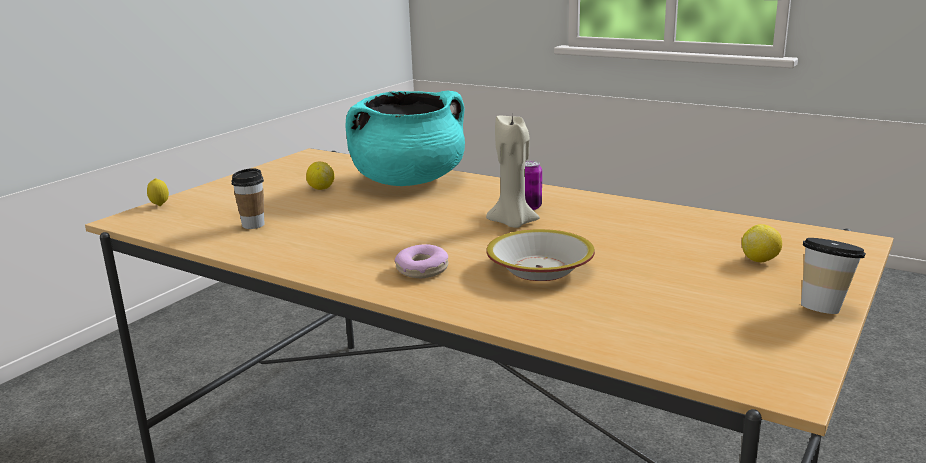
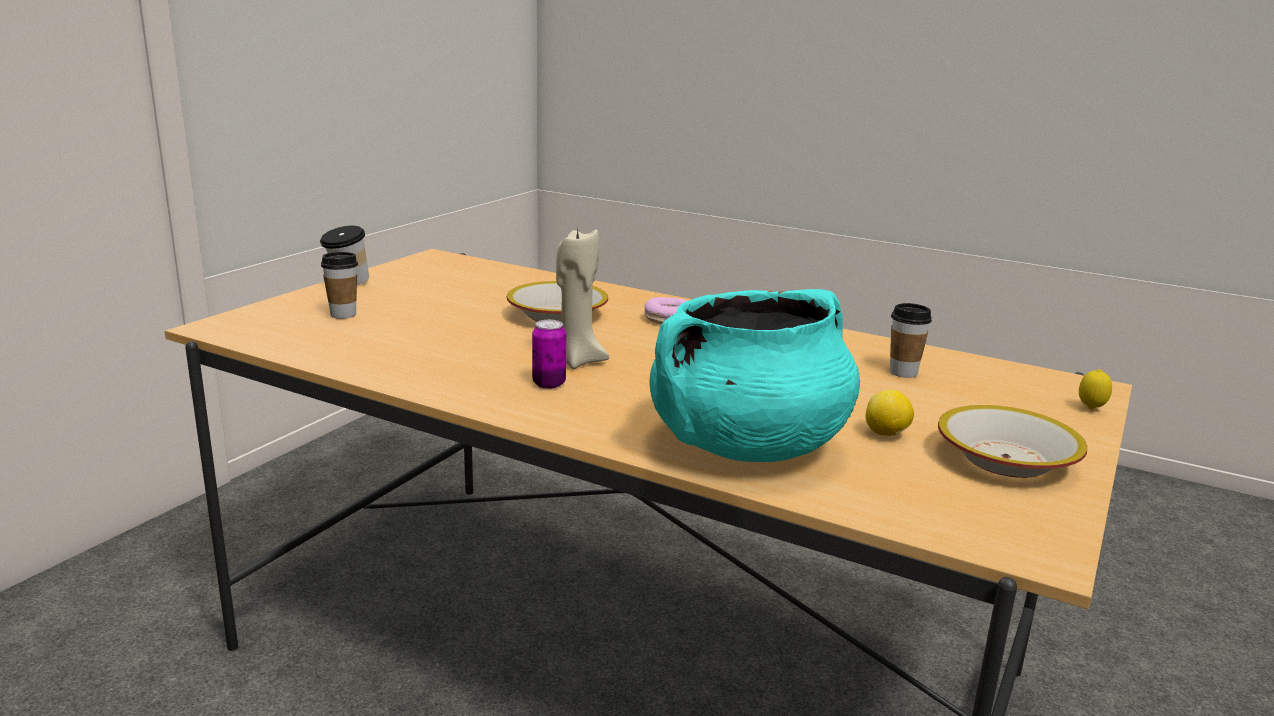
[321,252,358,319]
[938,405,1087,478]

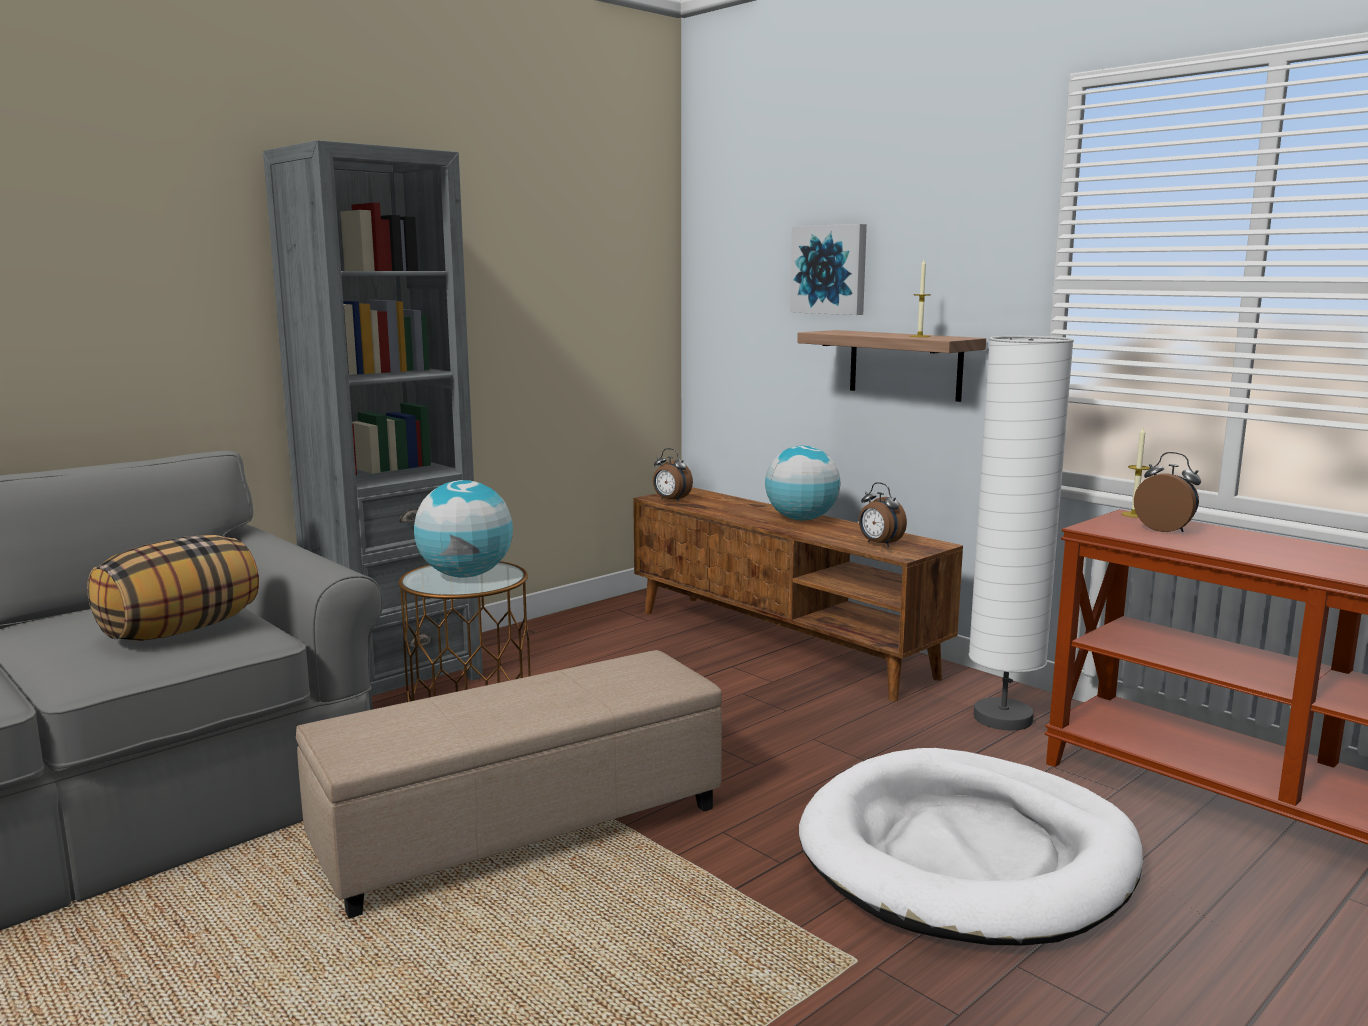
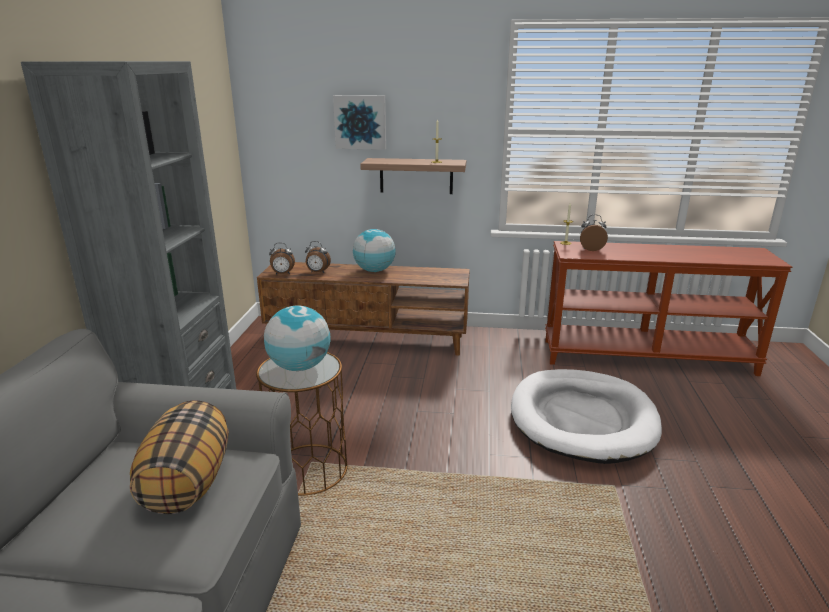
[305,241,331,273]
[296,650,722,919] (first image)
[969,336,1074,731] (first image)

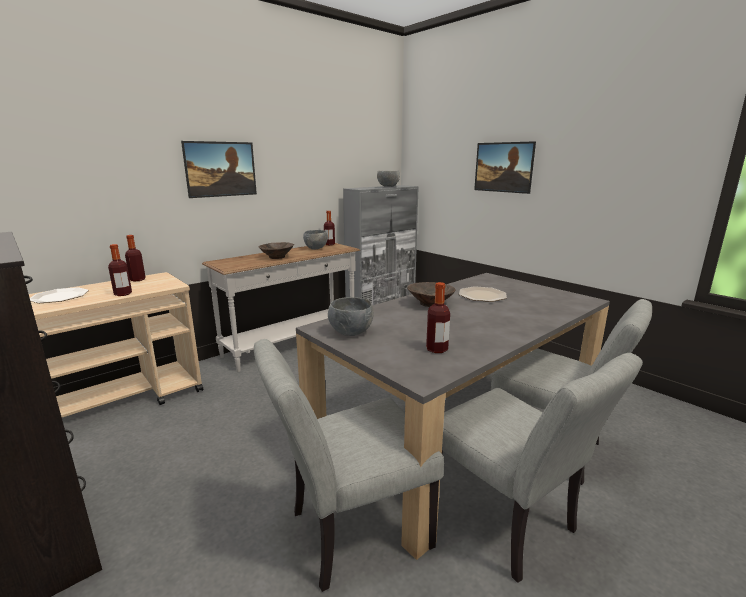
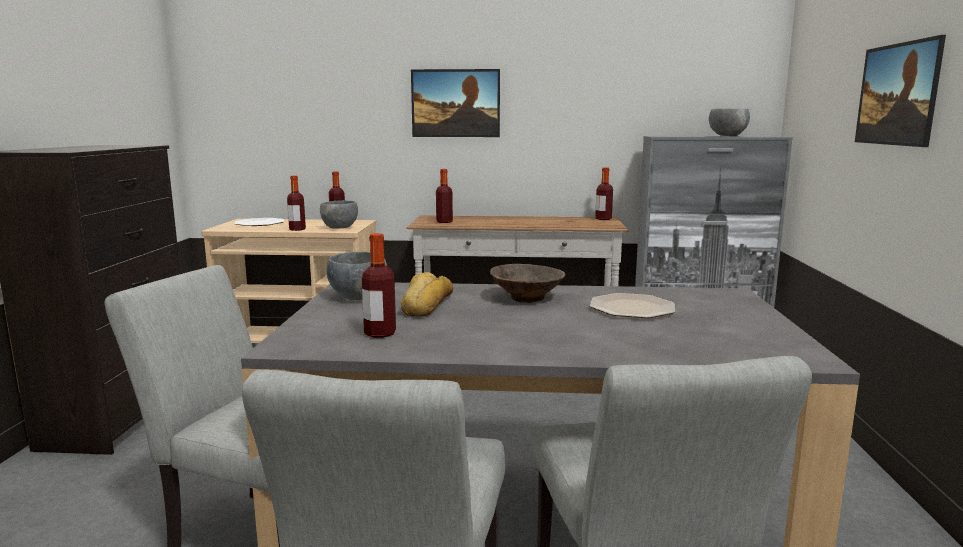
[320,200,358,228]
[401,272,453,317]
[436,169,453,223]
[259,242,294,259] (first image)

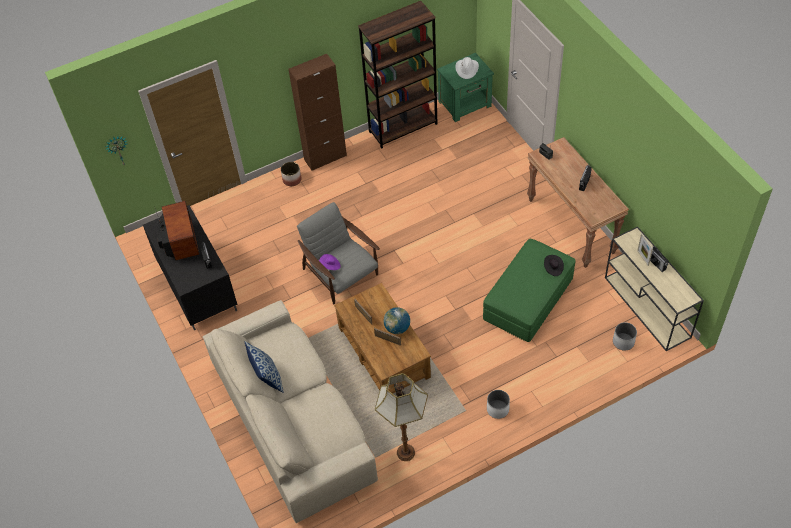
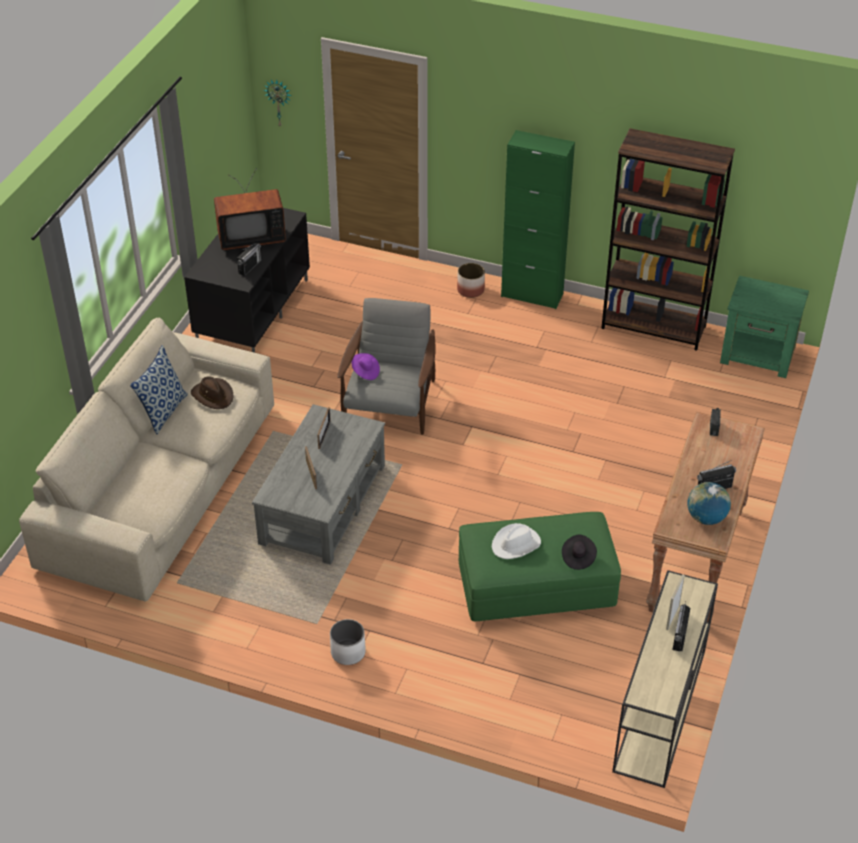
[191,376,234,409]
[214,168,286,250]
[252,404,385,565]
[492,523,541,559]
[501,130,575,309]
[687,482,731,525]
[375,373,428,461] (first image)
[613,322,637,351] (first image)

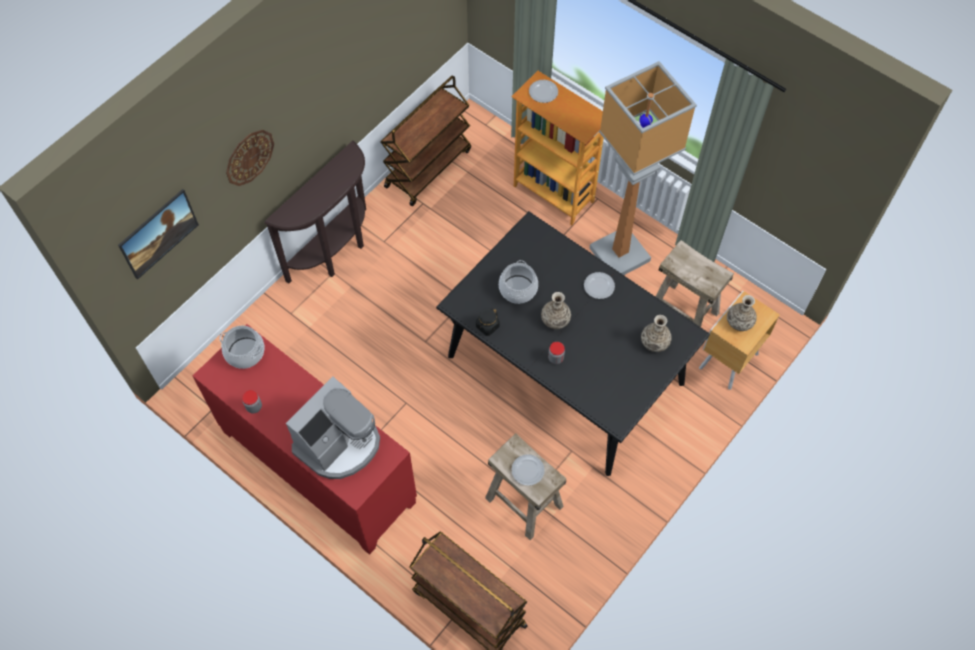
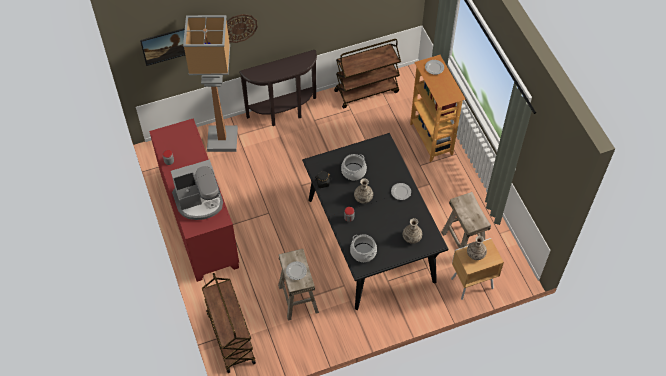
[183,15,238,152]
[350,235,377,262]

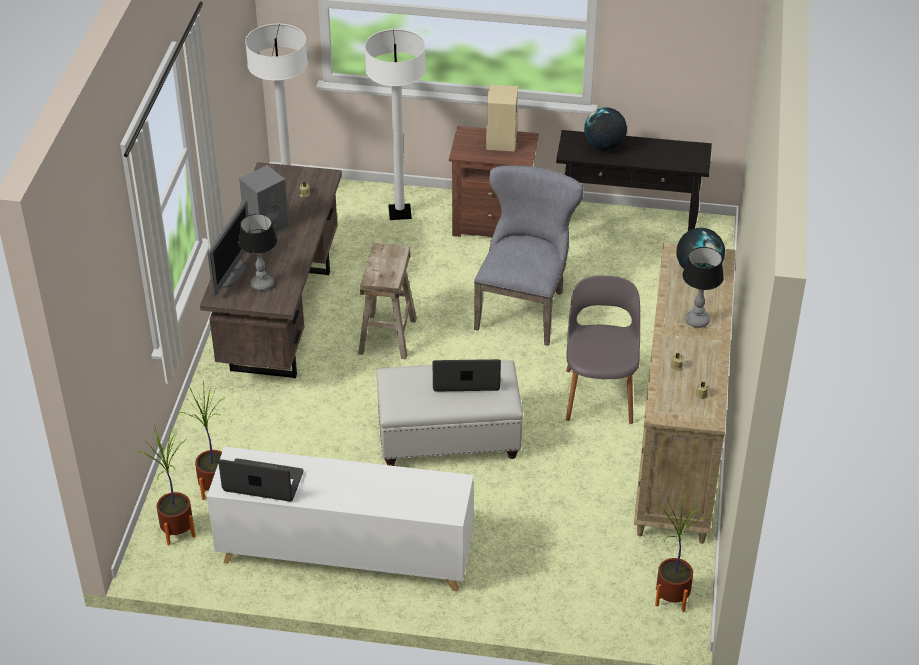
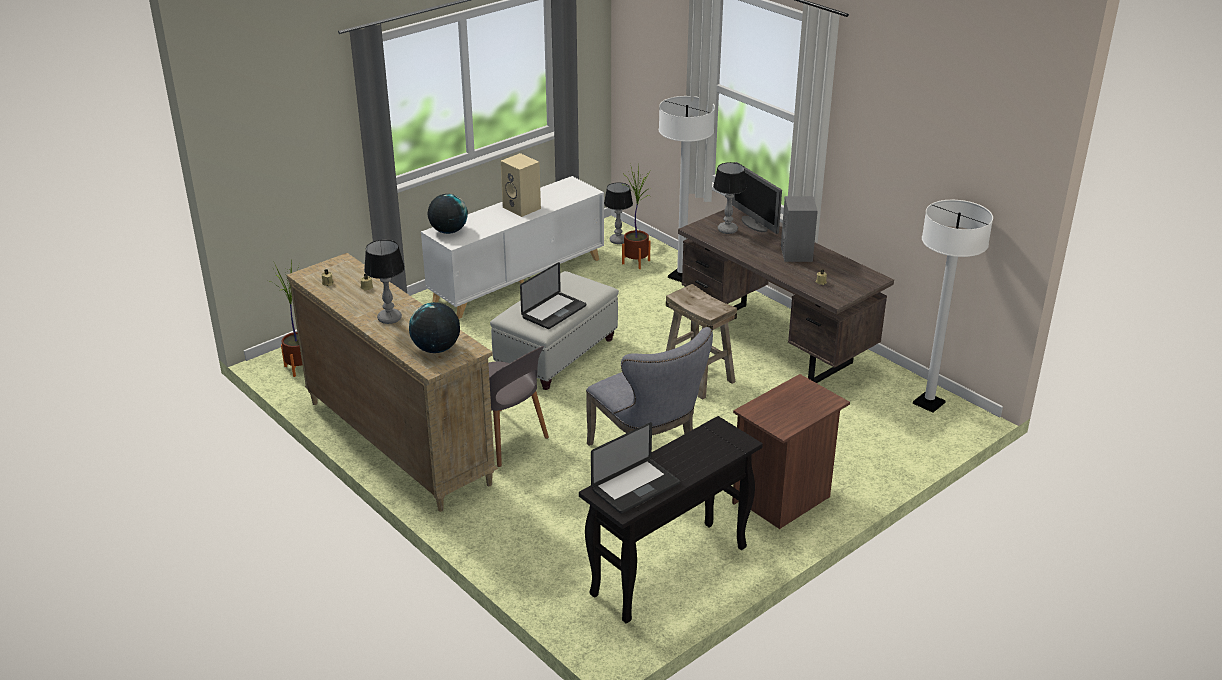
[428,194,468,234]
[500,153,541,217]
[591,422,680,513]
[604,182,633,244]
[659,96,715,282]

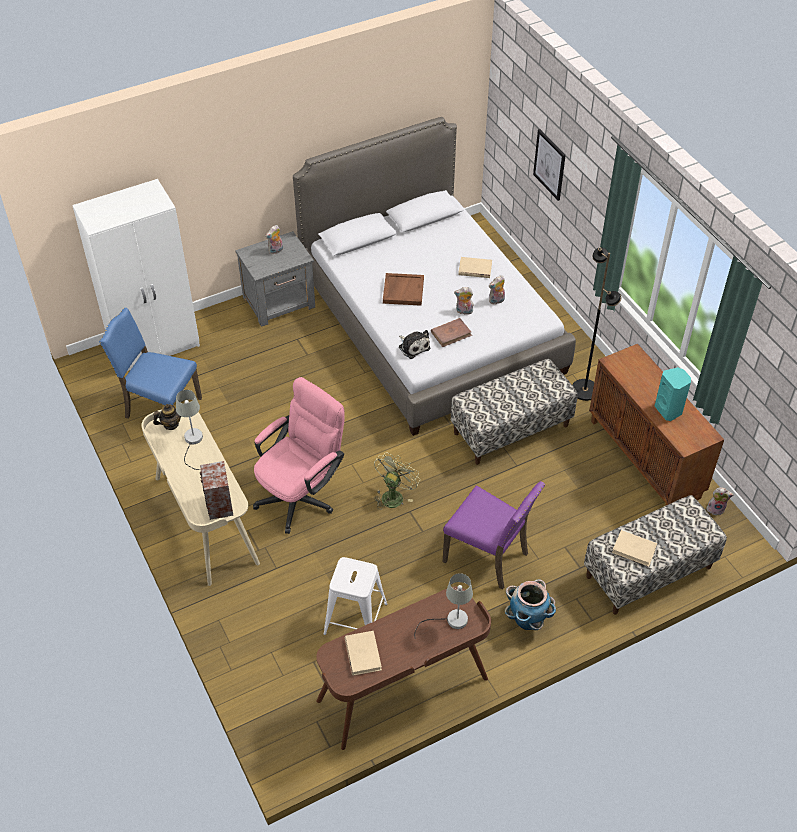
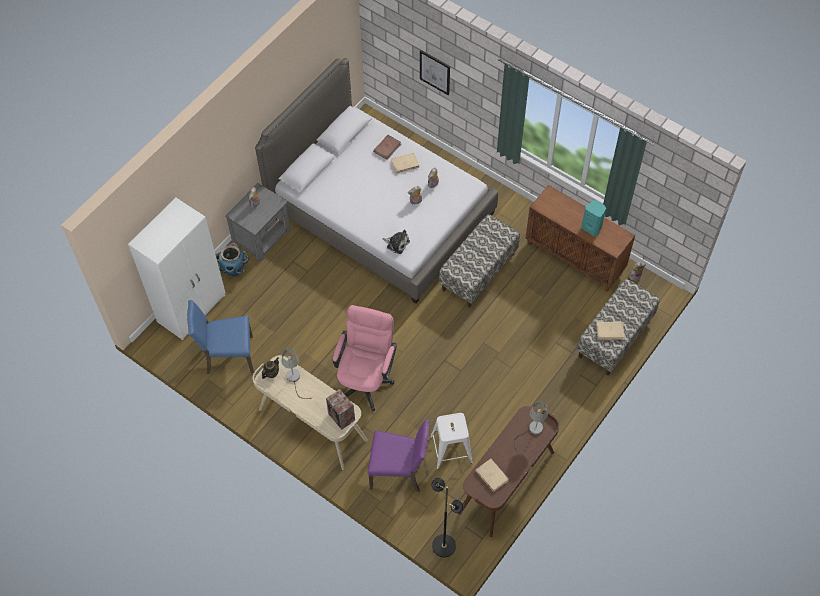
[215,243,249,277]
[368,420,430,492]
[373,135,401,160]
[431,478,464,557]
[374,452,420,510] (first image)
[383,273,424,306] (first image)

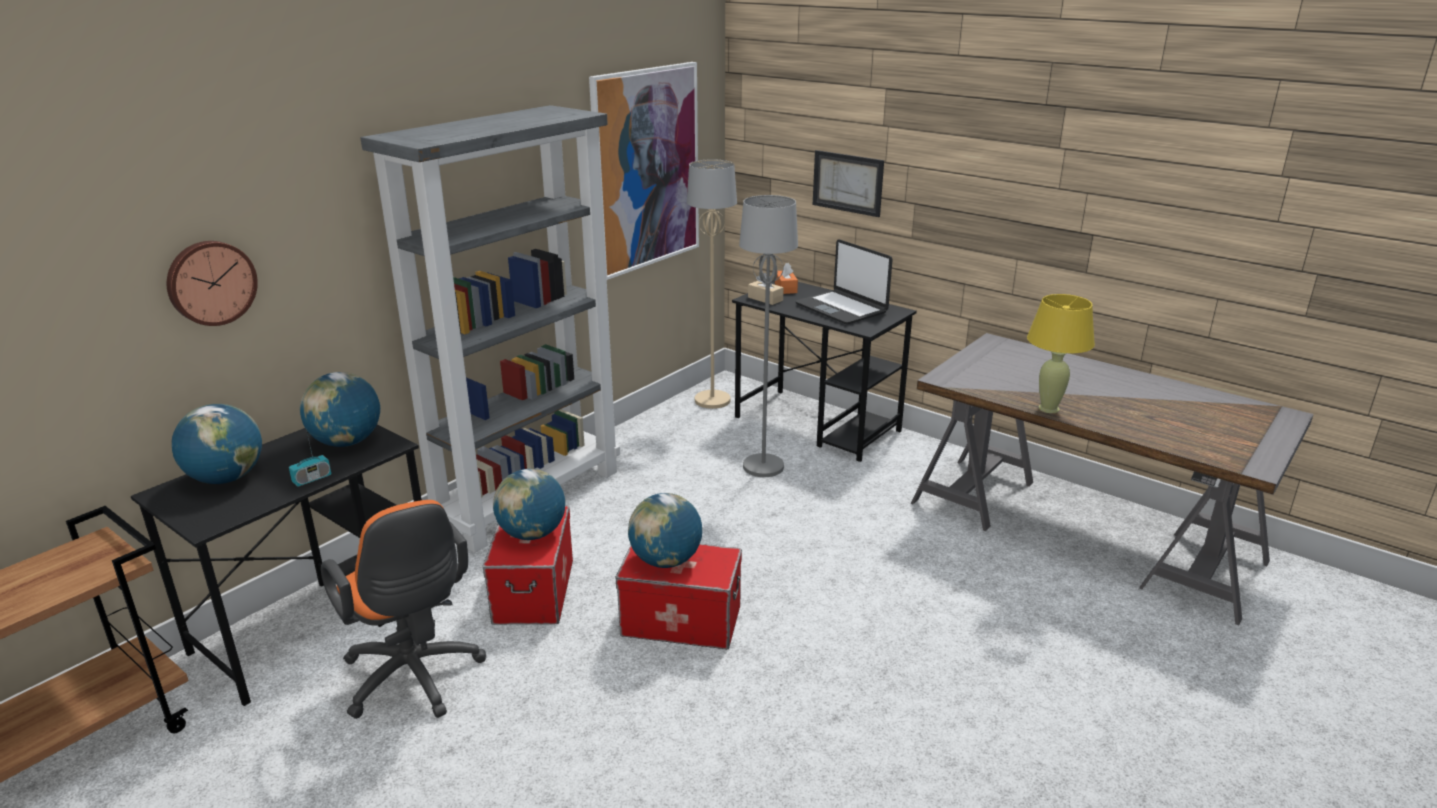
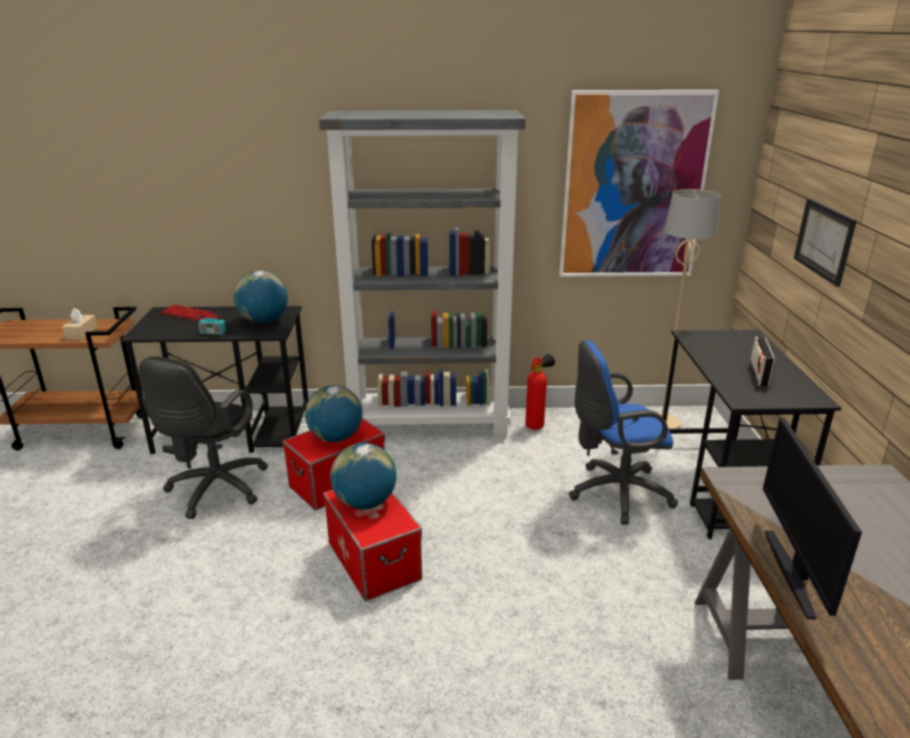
[62,308,98,340]
[139,356,268,519]
[161,304,222,322]
[525,354,555,430]
[569,340,678,525]
[750,336,775,387]
[763,418,862,620]
[167,241,258,326] (first image)
[775,263,798,294] (first image)

